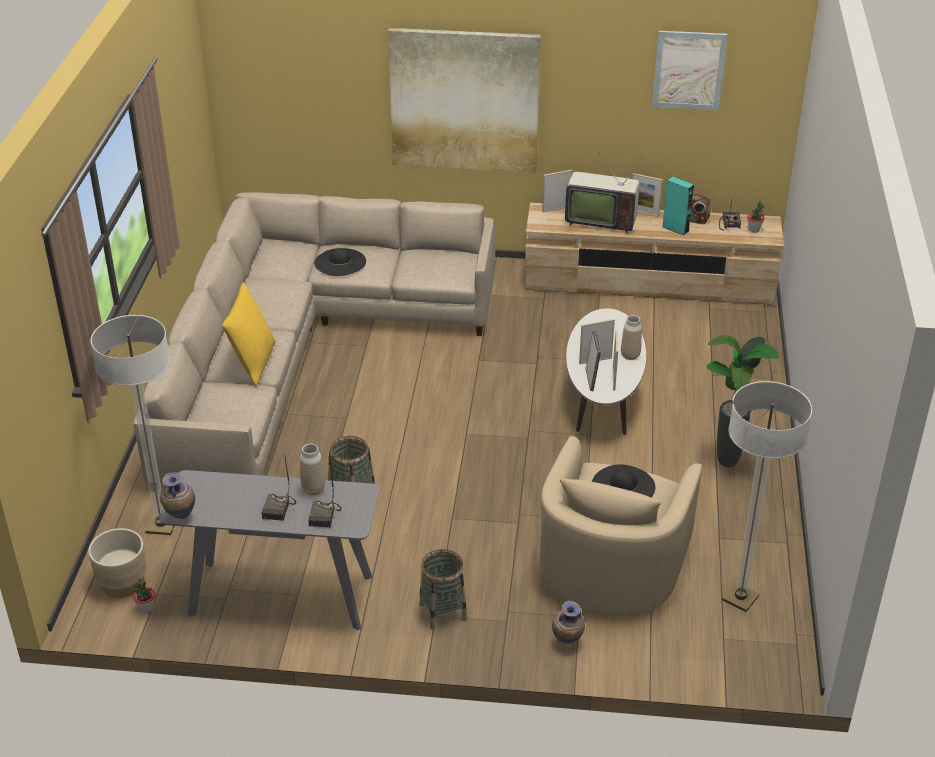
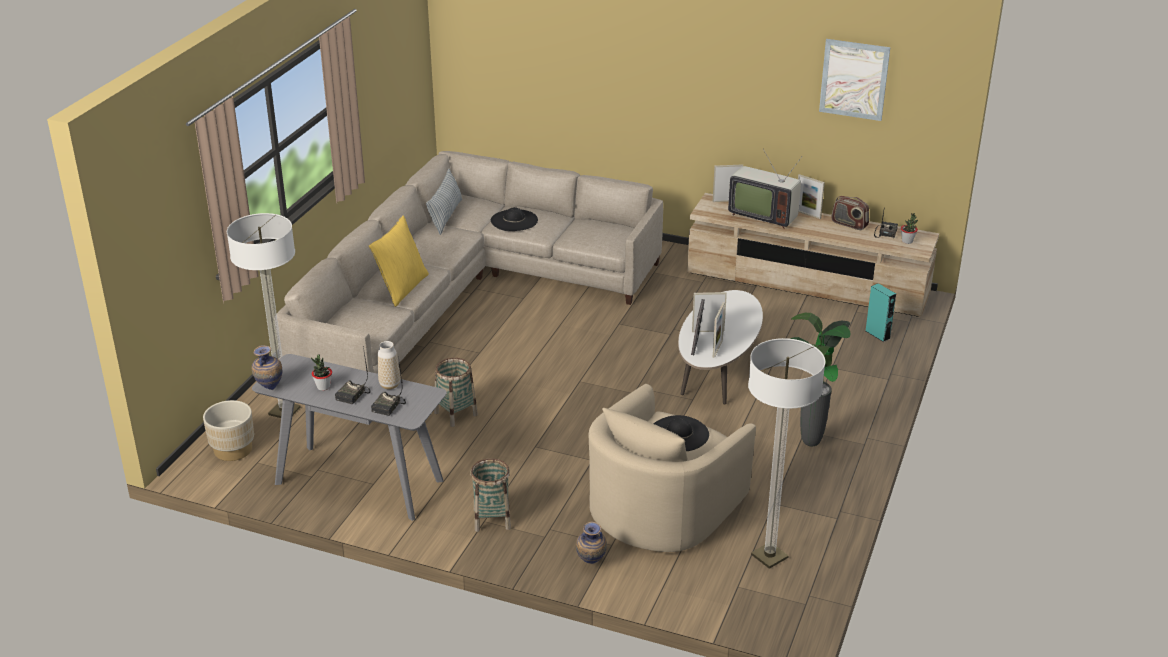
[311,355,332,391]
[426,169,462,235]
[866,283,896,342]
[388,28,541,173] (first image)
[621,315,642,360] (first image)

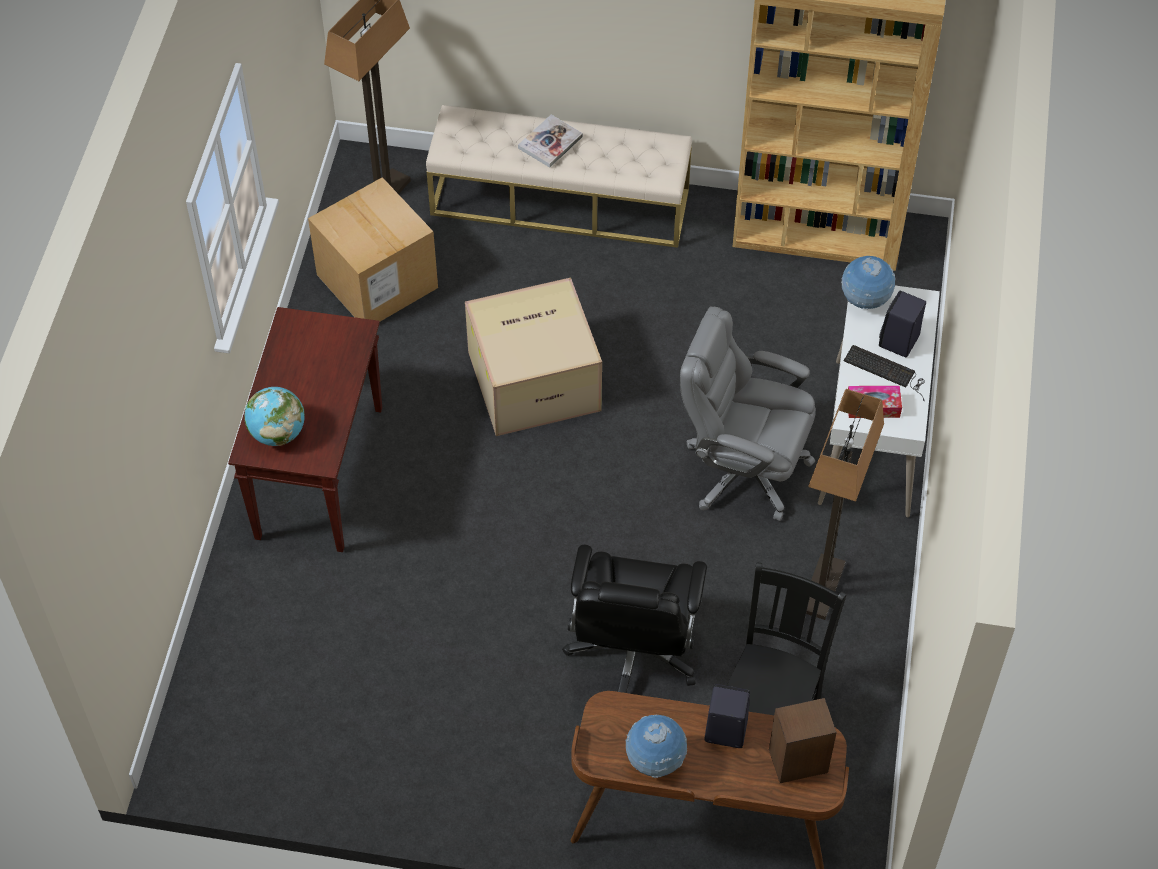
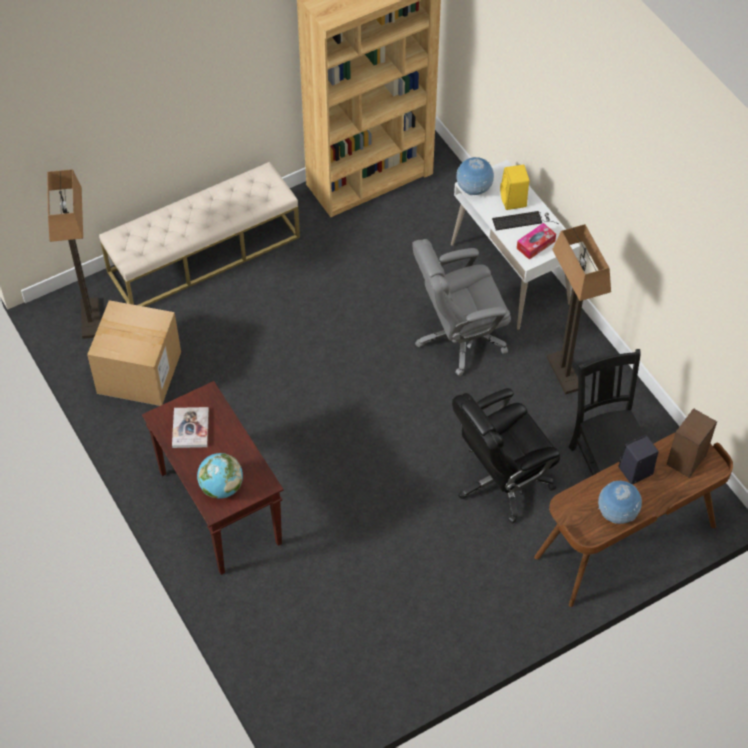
[172,407,209,448]
[452,388,560,524]
[500,165,529,210]
[465,277,602,436] (first image)

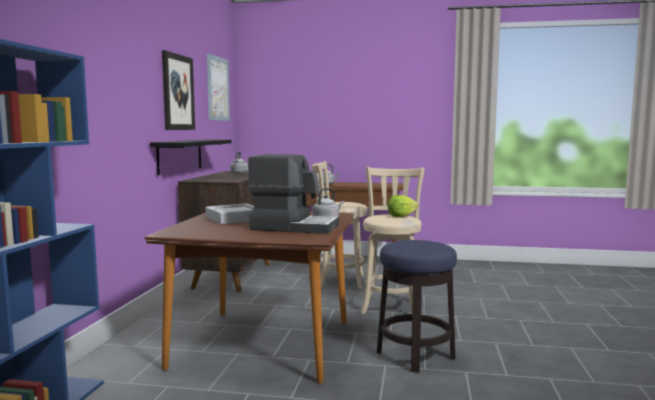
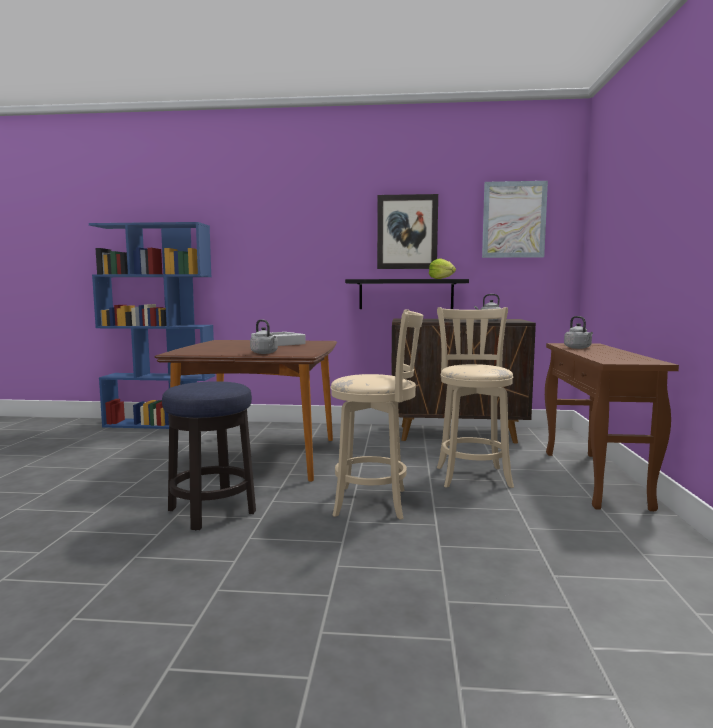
[429,259,456,279]
[248,154,339,234] (first image)

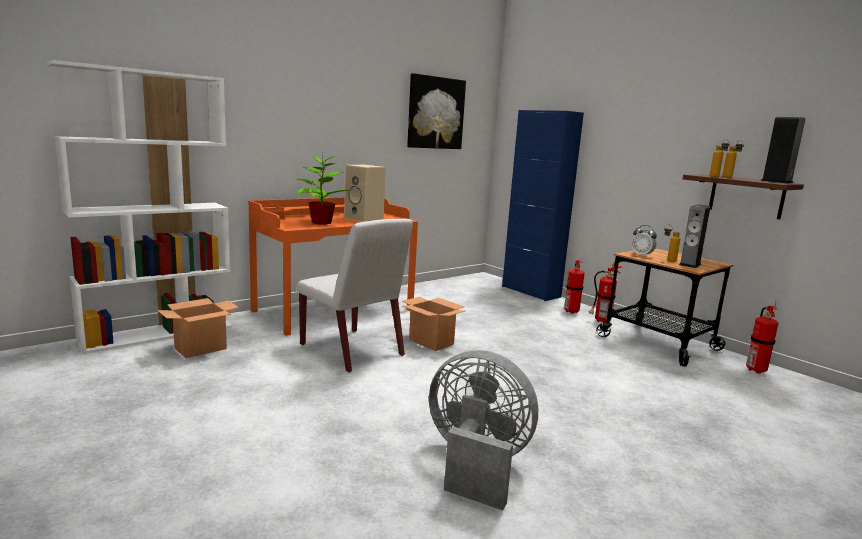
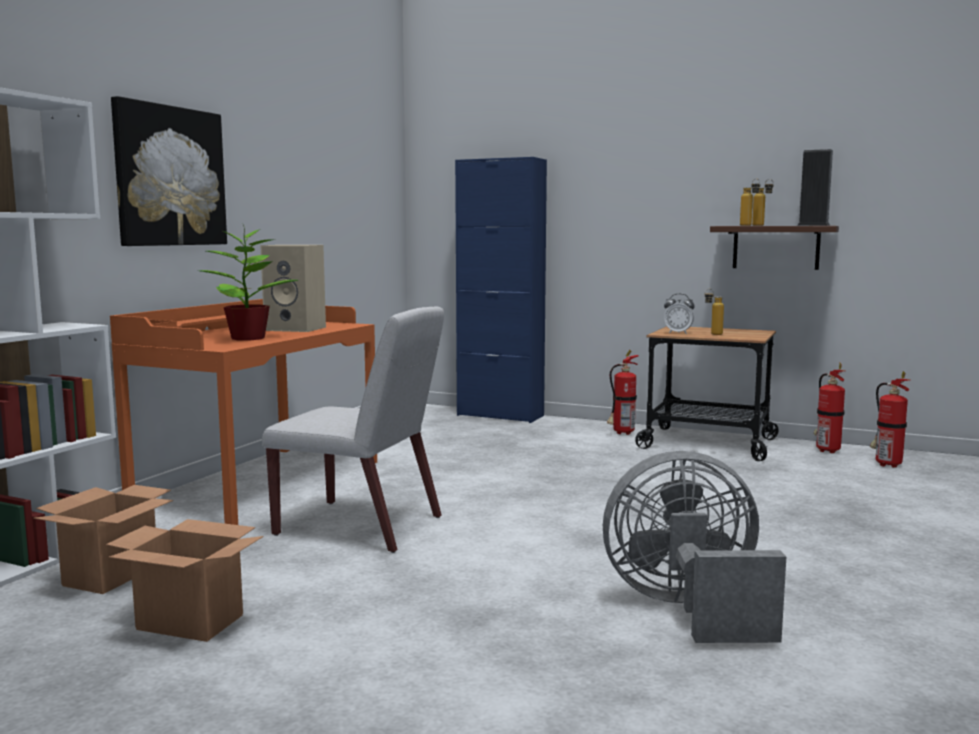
[106,519,264,642]
[111,96,227,246]
[870,371,911,468]
[679,204,710,268] (first image)

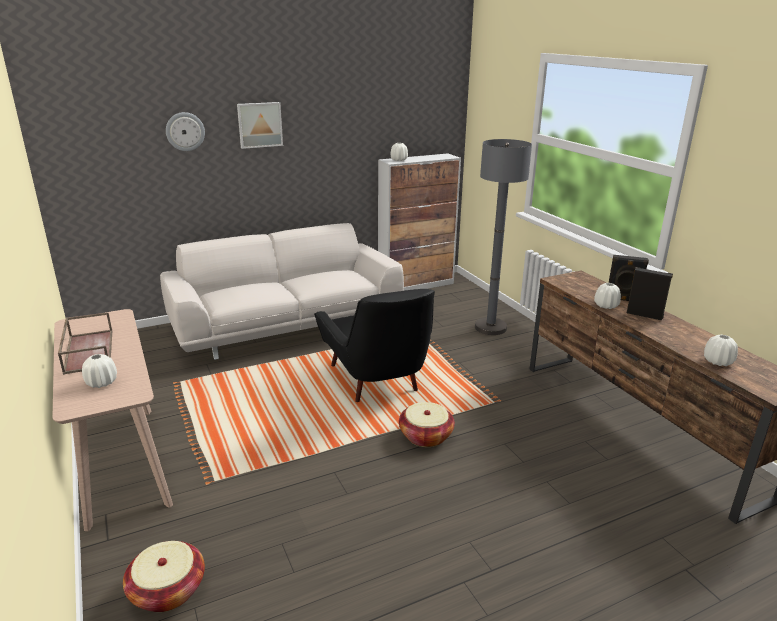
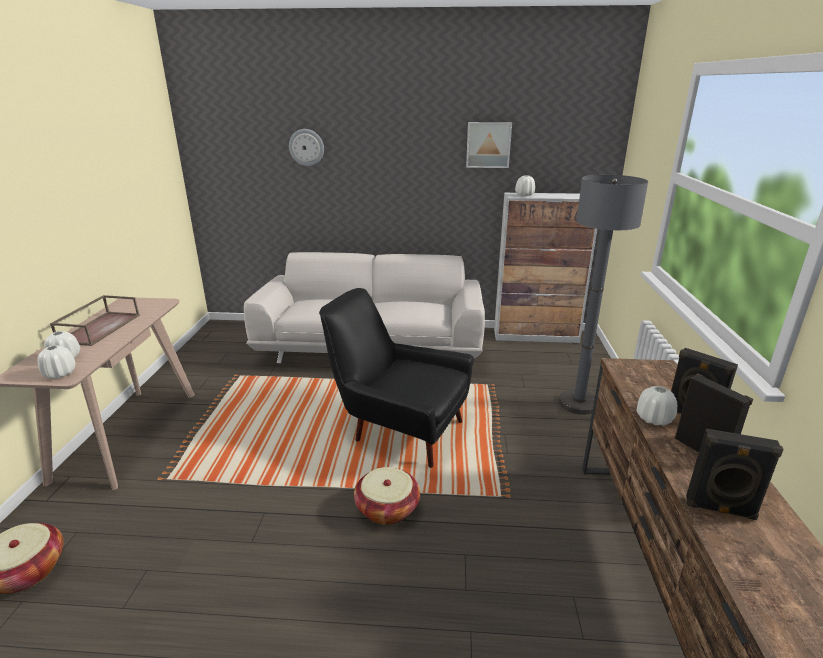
[37,345,76,379]
[319,288,474,468]
[466,122,512,168]
[686,429,784,520]

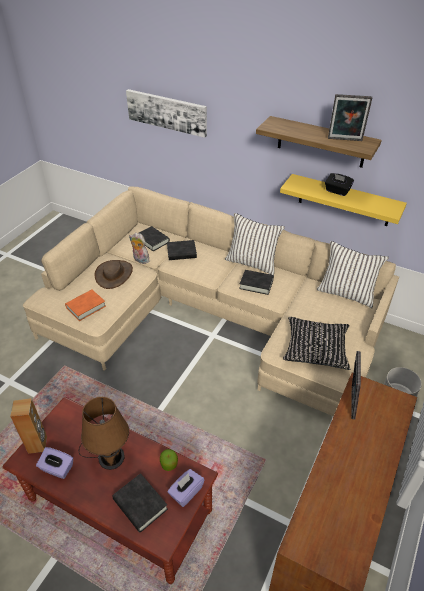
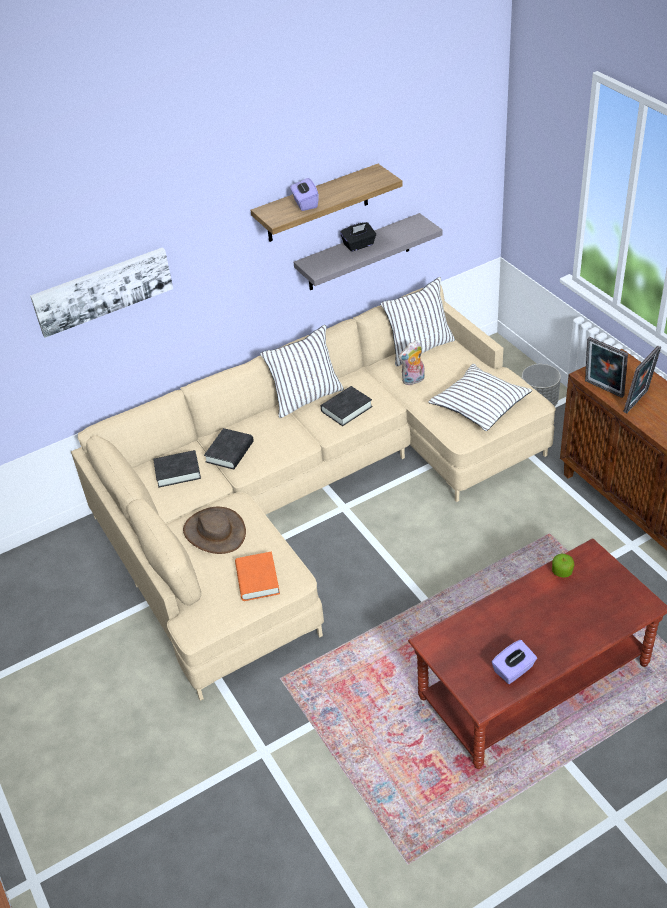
[290,178,319,211]
[293,213,443,290]
[399,340,425,385]
[428,364,532,431]
[624,346,661,413]
[10,398,47,454] (first image)
[79,397,129,470] (first image)
[112,473,168,533] (first image)

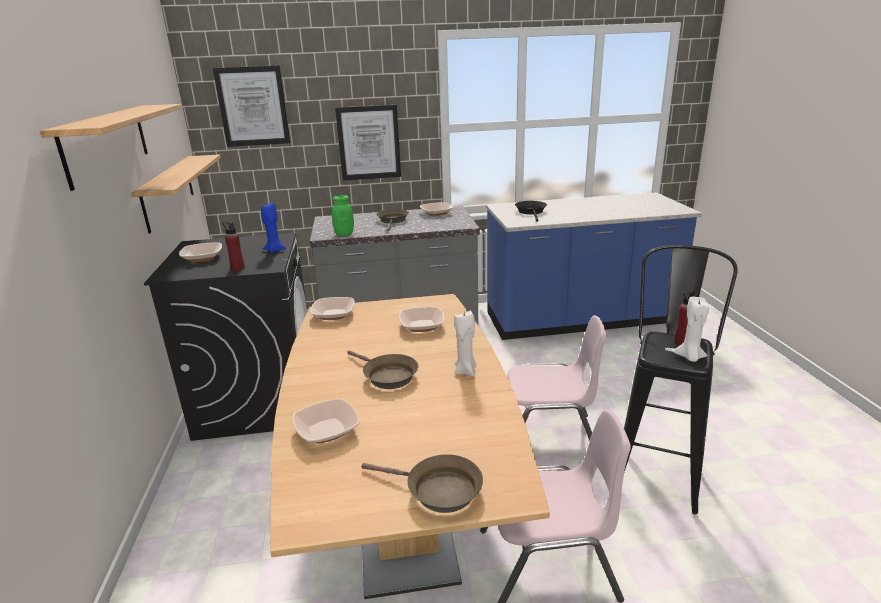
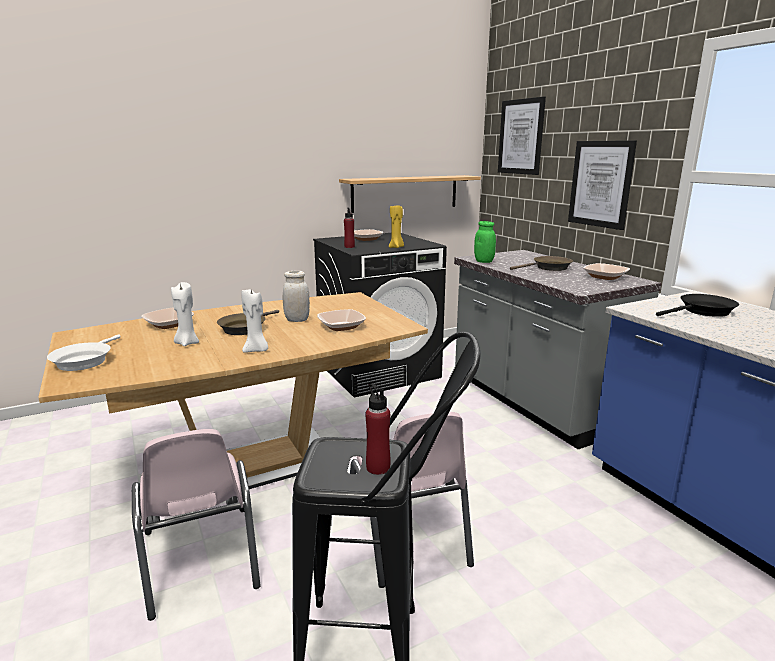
[47,334,121,371]
[171,282,199,346]
[283,271,310,322]
[389,205,404,248]
[40,104,182,191] (first image)
[310,297,355,320] (first image)

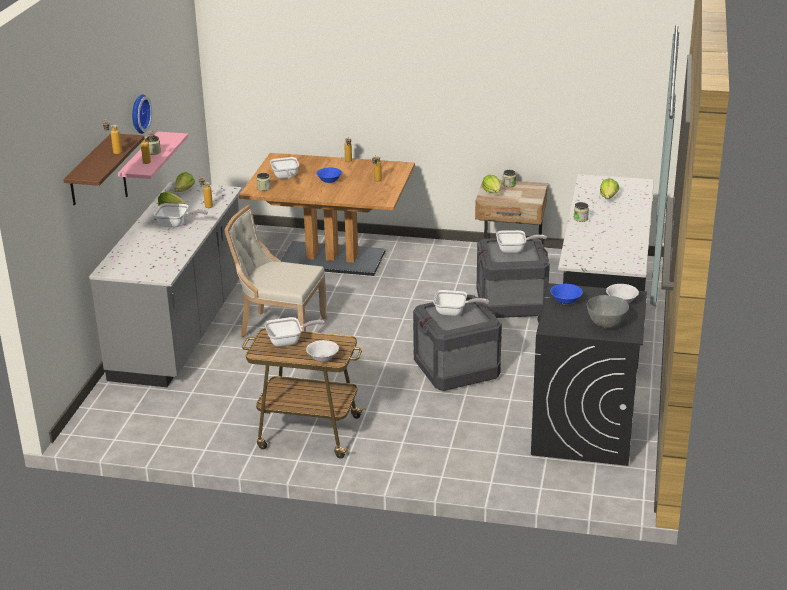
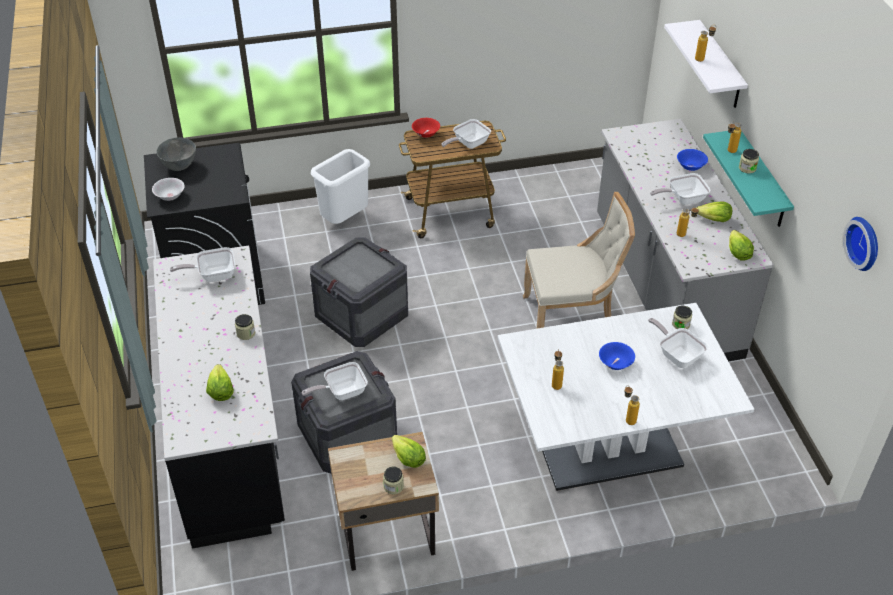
[170,247,235,282]
[311,149,370,224]
[412,118,440,138]
[498,303,754,491]
[664,20,748,108]
[677,149,708,171]
[703,131,794,227]
[843,217,878,271]

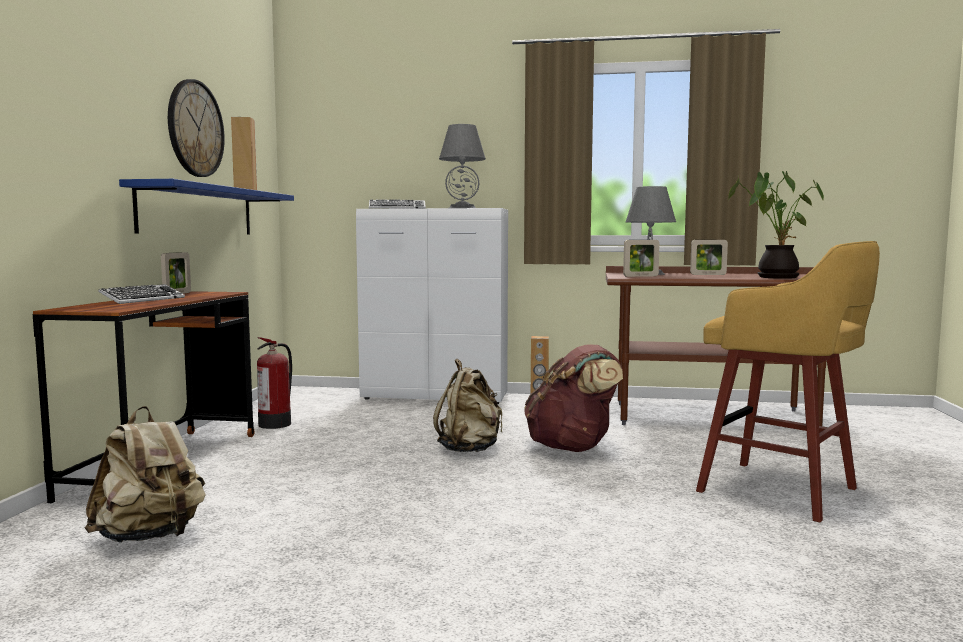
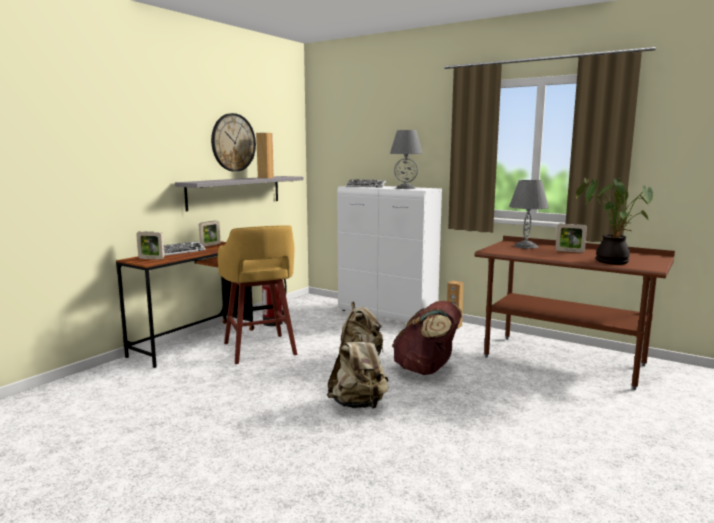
[136,231,164,260]
[175,176,304,212]
[218,225,297,364]
[327,333,389,409]

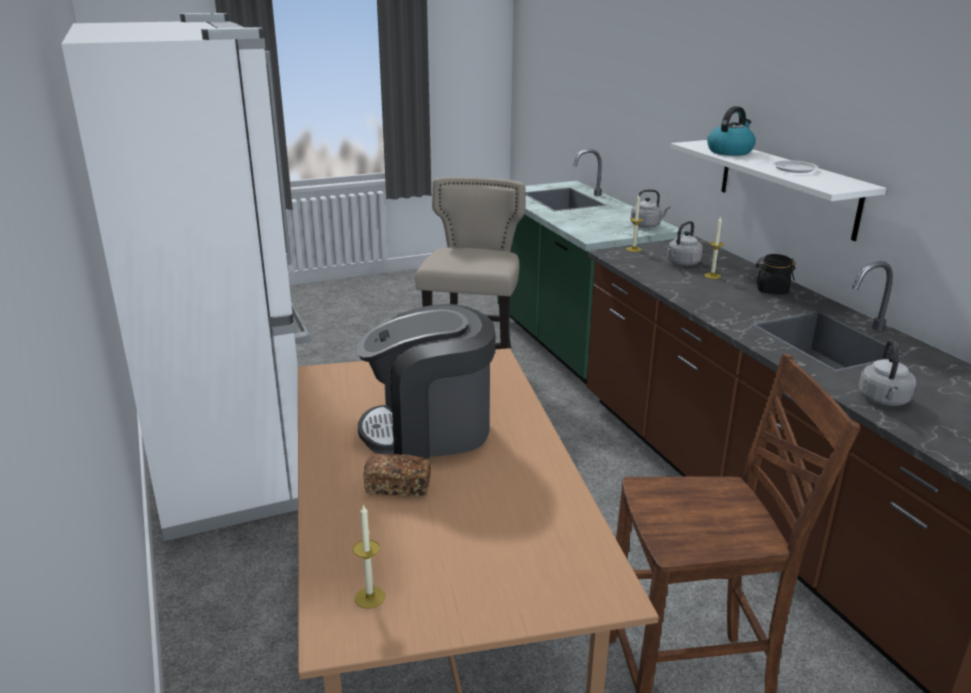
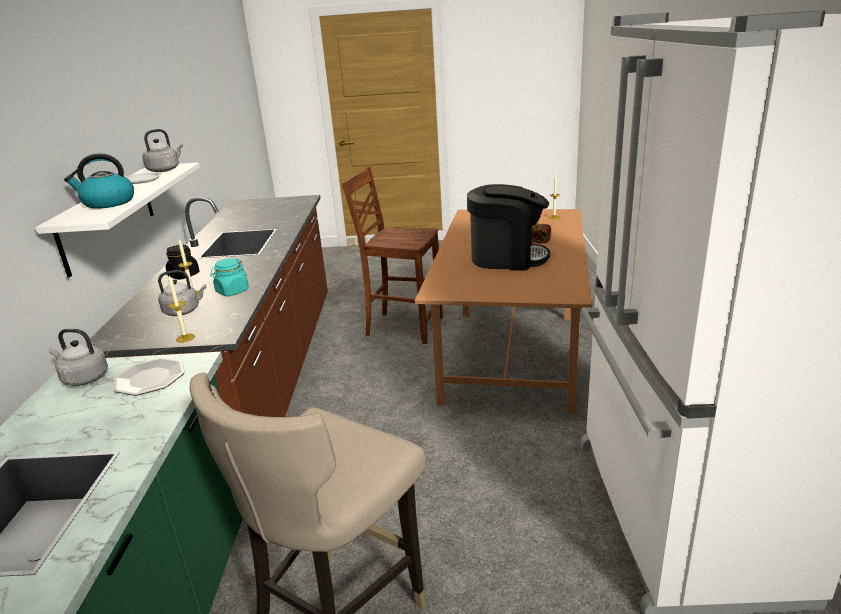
[113,358,185,396]
[142,129,183,172]
[210,258,249,296]

